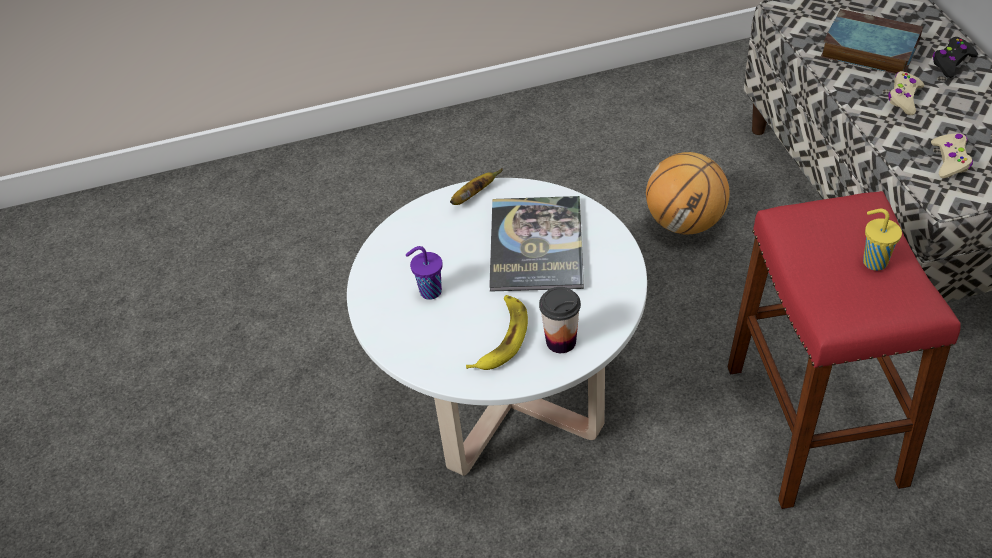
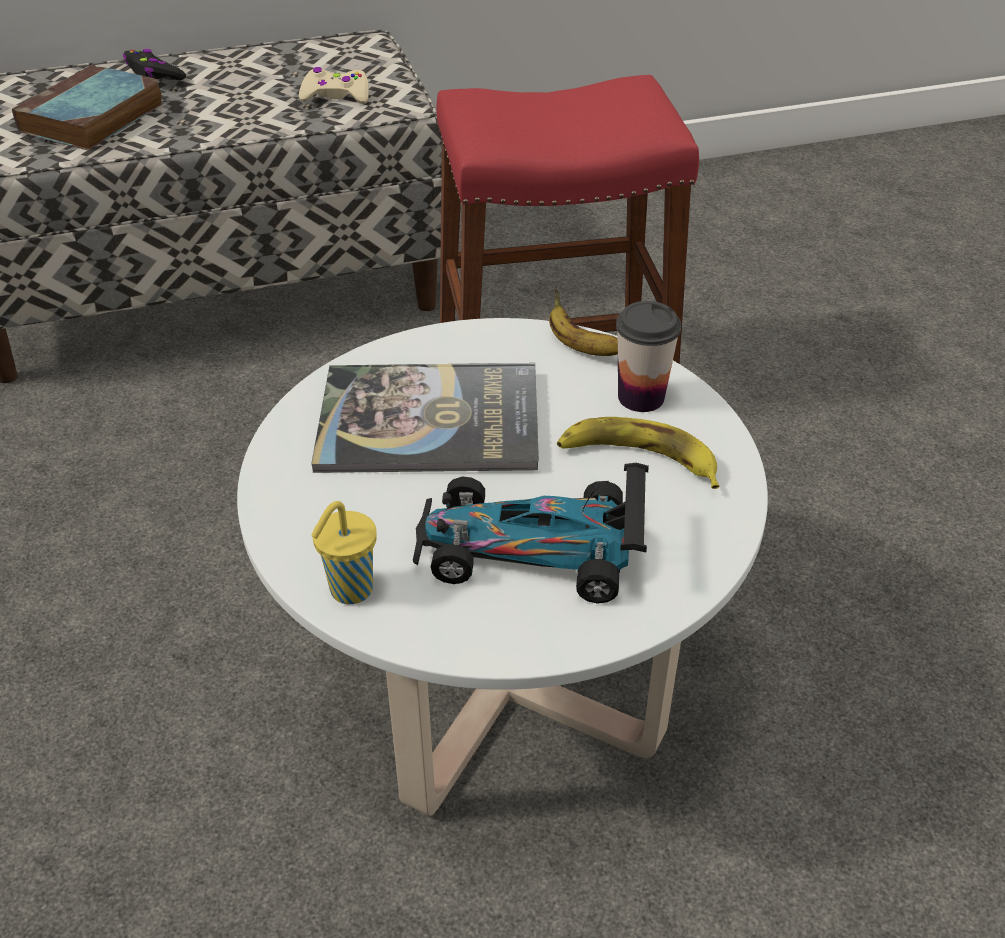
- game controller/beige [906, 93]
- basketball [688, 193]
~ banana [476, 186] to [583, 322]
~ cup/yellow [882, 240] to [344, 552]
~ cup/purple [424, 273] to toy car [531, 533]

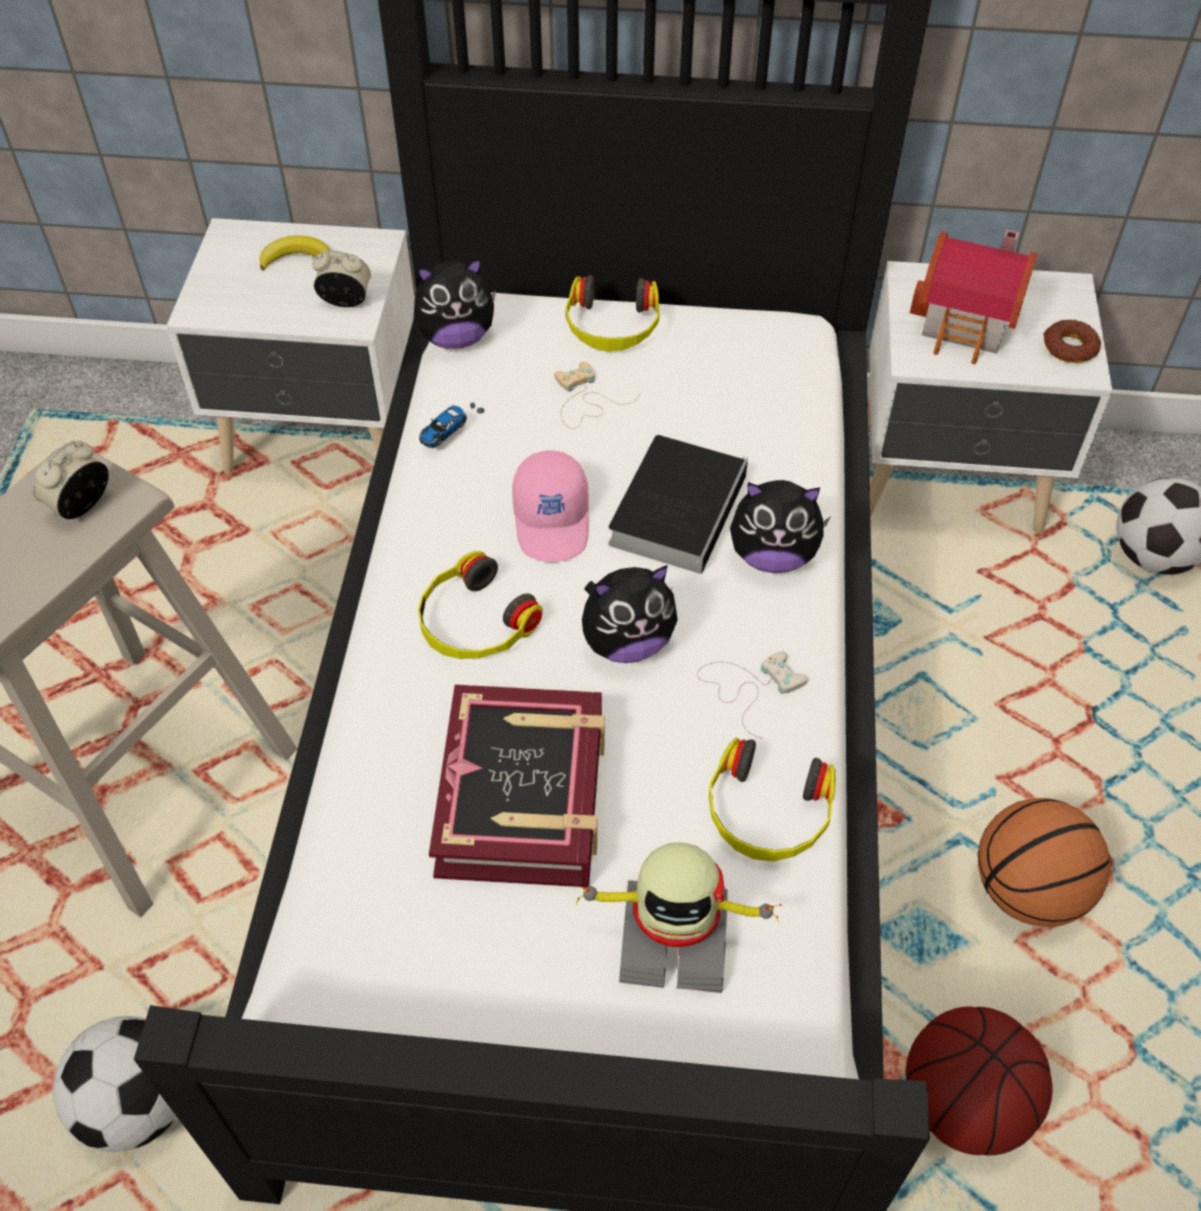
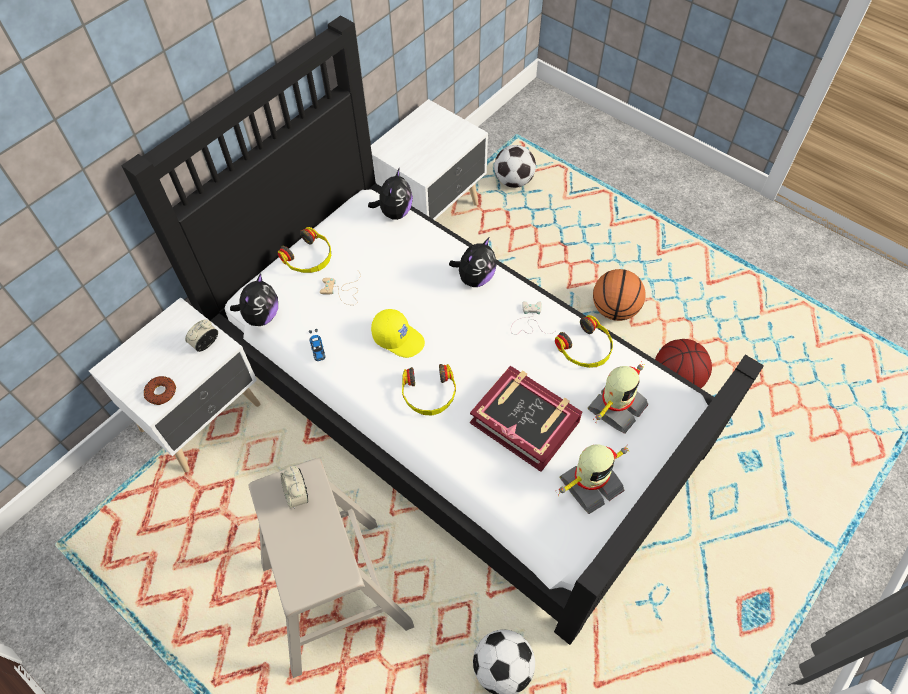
- toy house [973, 296]
- banana [295, 253]
~ donut [1072, 341] to [159, 390]
- book [678, 504]
~ cap/pink [550, 506] to cap/yellow [398, 333]
~ plush toy [630, 614] to [390, 194]
+ toy robot [592, 479]

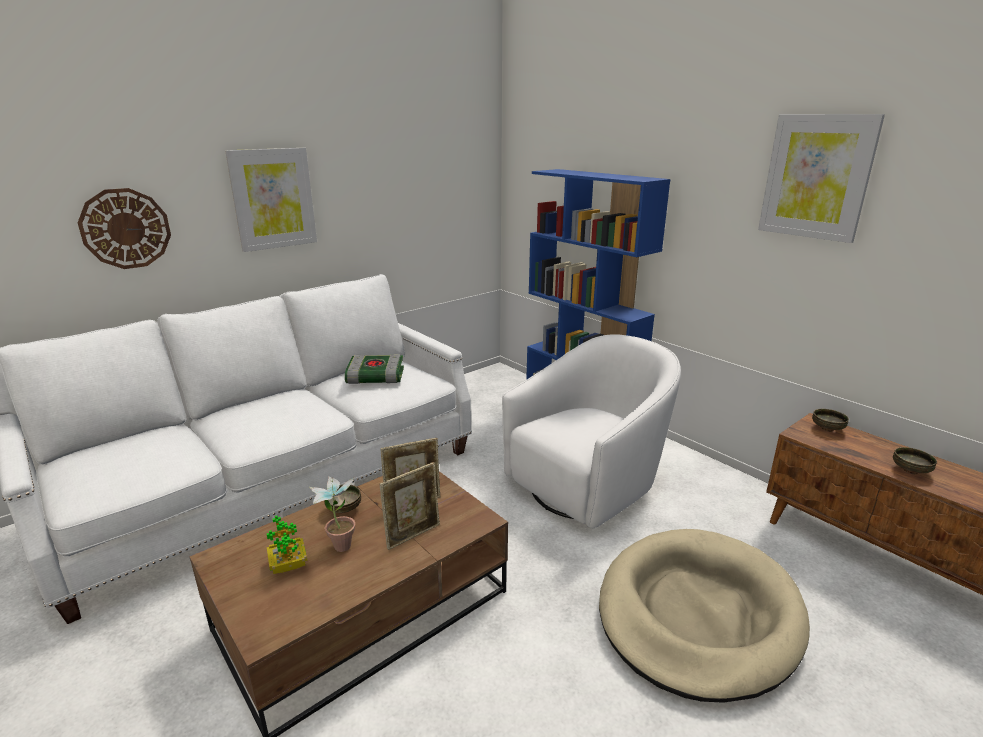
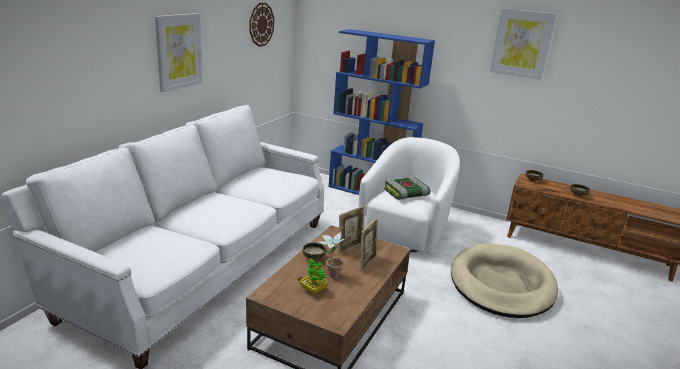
~ wall clock [124, 228] to [262, 24]
~ book [374, 369] to [407, 188]

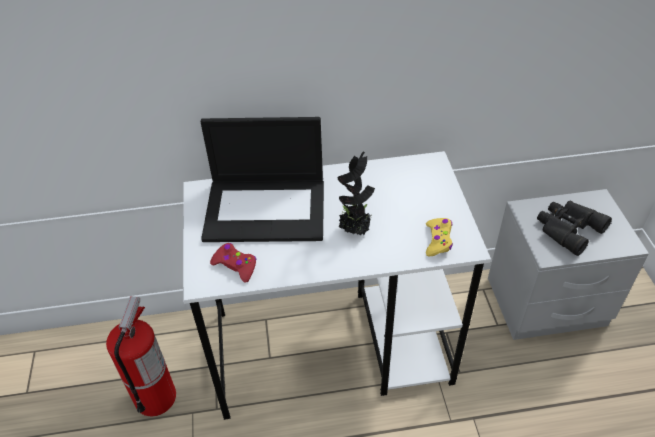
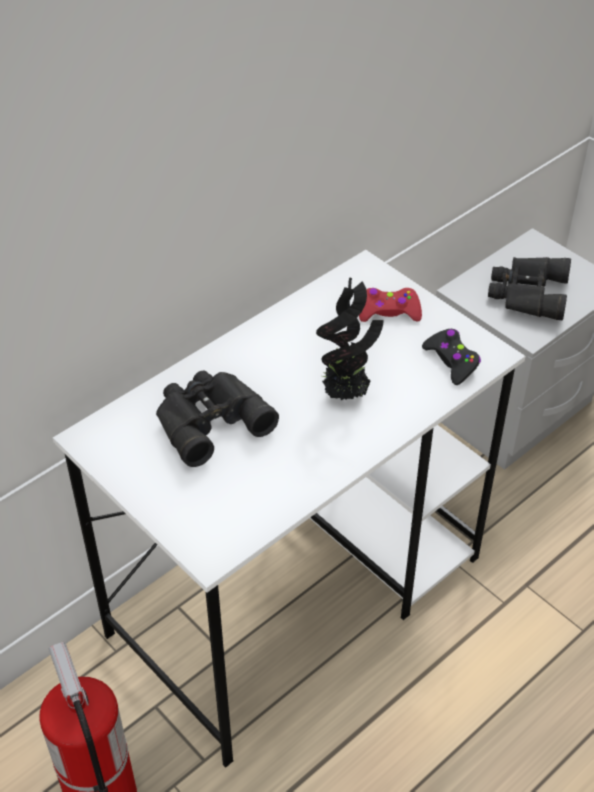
~ laptop [262, 179] to binoculars/black [217, 419]
~ game controller/yellow [439, 237] to game controller/black [451, 357]
~ game controller/red [233, 263] to [390, 305]

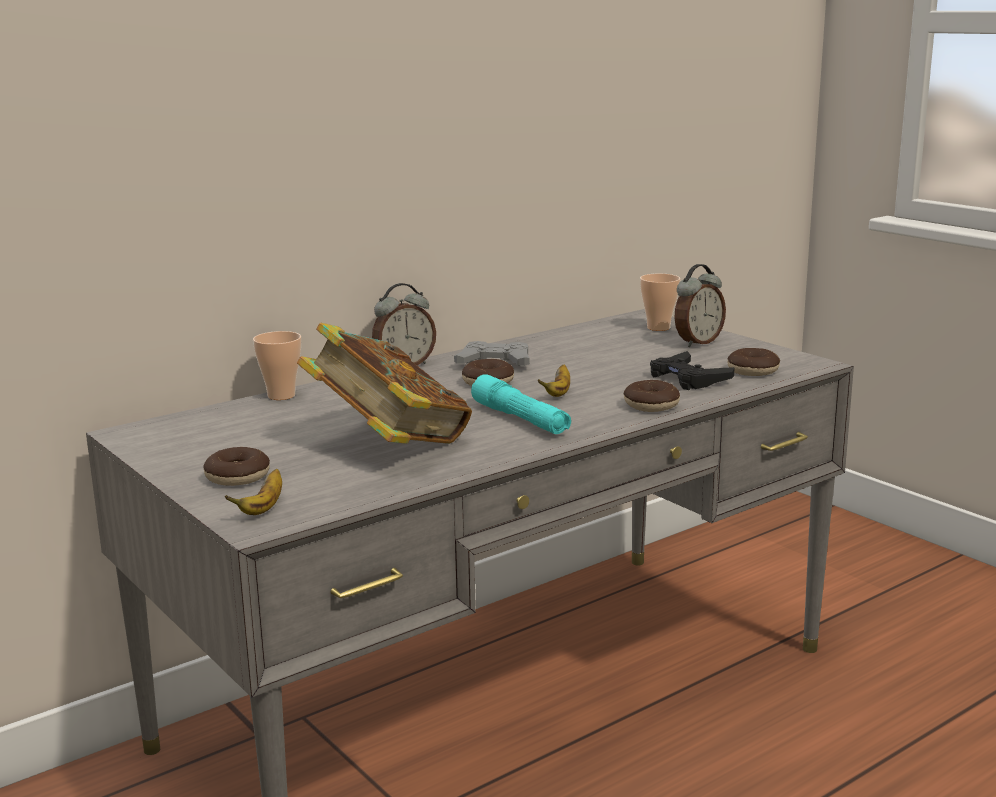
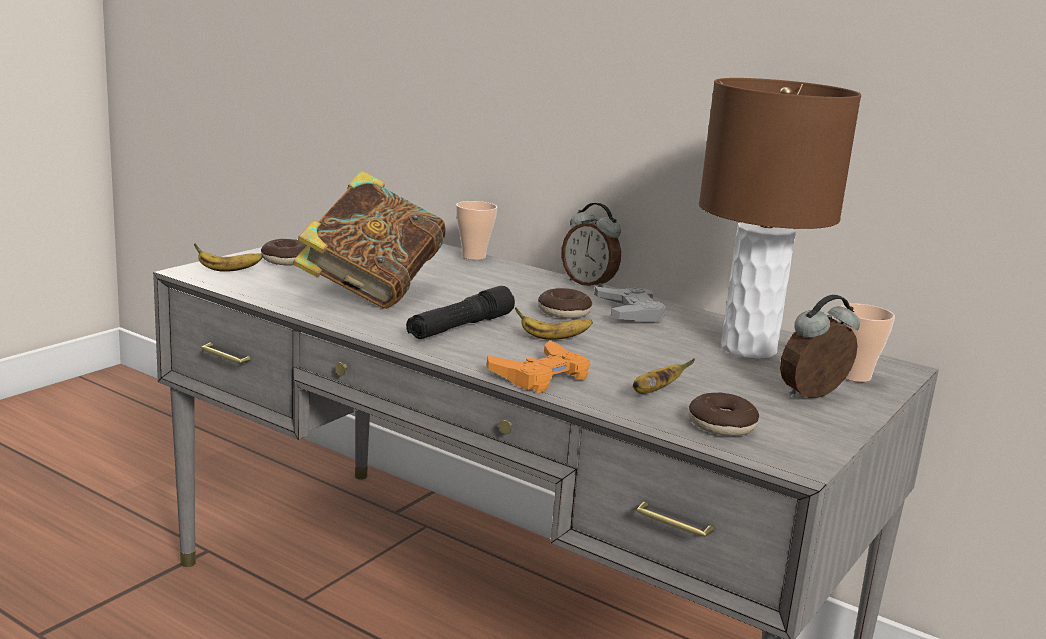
~ alarm clock [700, 305] = [820, 346] 120 degrees clockwise
~ game controller/black [692, 370] to banana [664, 376]
~ flashlight/turquoise [521, 404] to flashlight/black [460, 312]
~ donut [652, 396] to game controller/orange [538, 366]
+ table lamp/brown [780, 218]

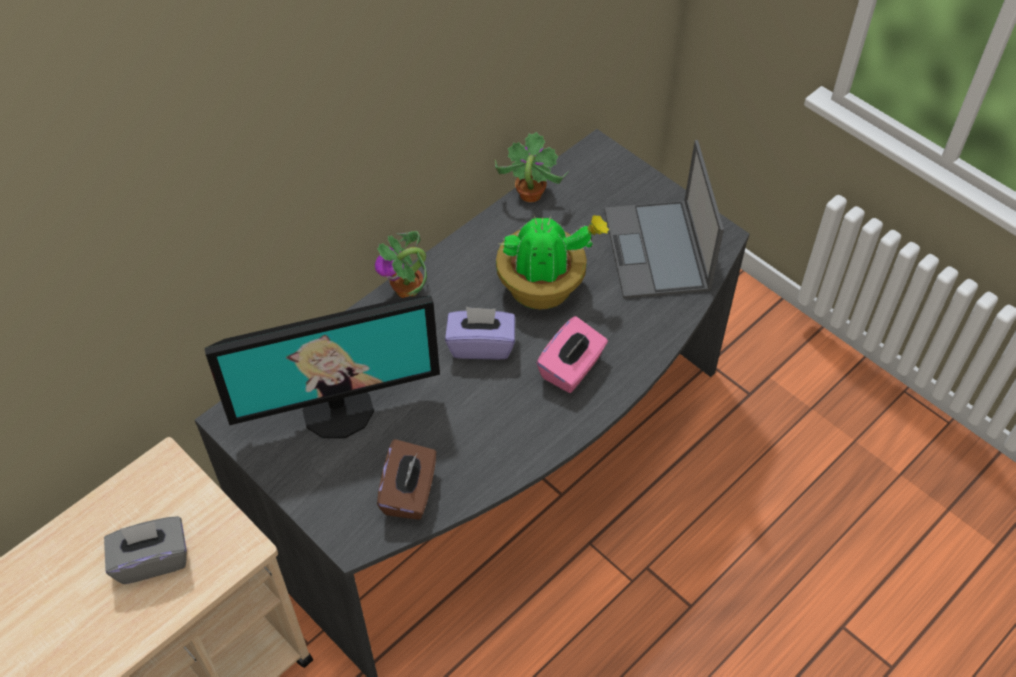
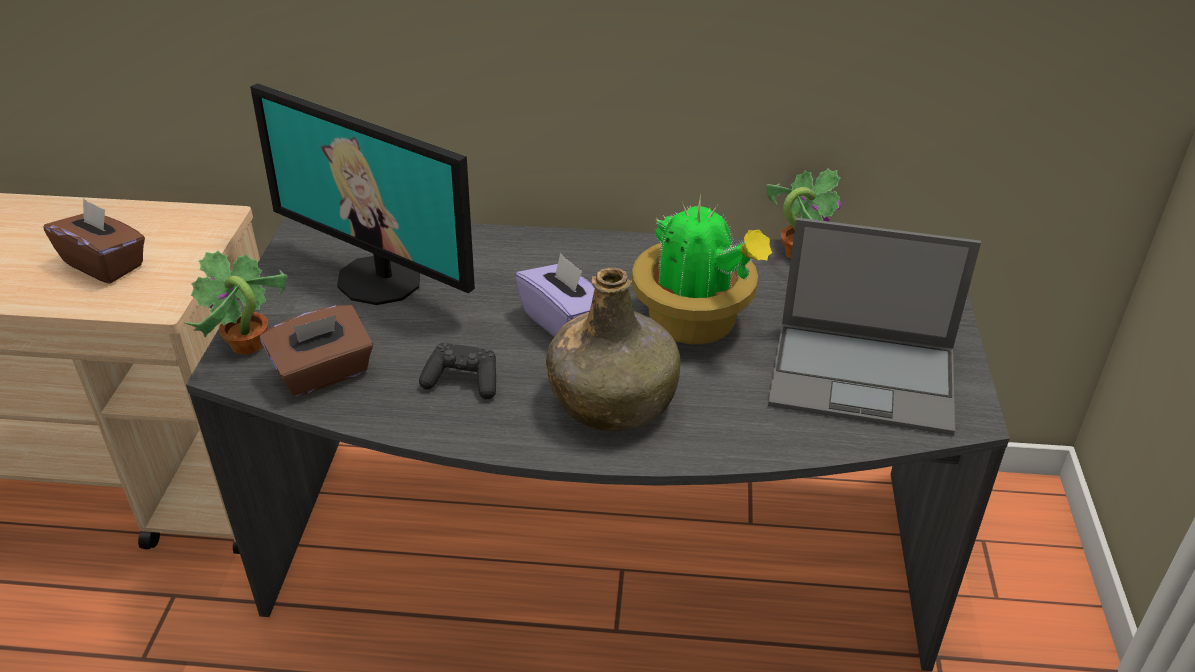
~ laptop [664, 219] = [874, 326] 120 degrees counterclockwise
~ potted plant [401, 264] to [236, 303]
~ tissue box/pink [572, 354] to bottle/green [613, 349]
~ tissue box/grey [145, 550] to tissue box/brown [94, 241]
+ game controller/black [457, 371]

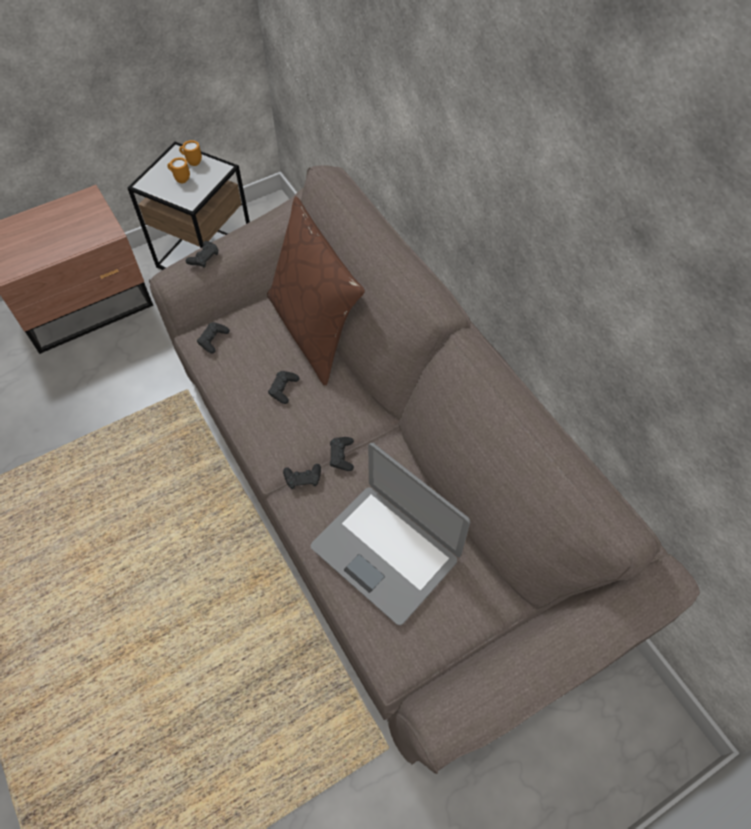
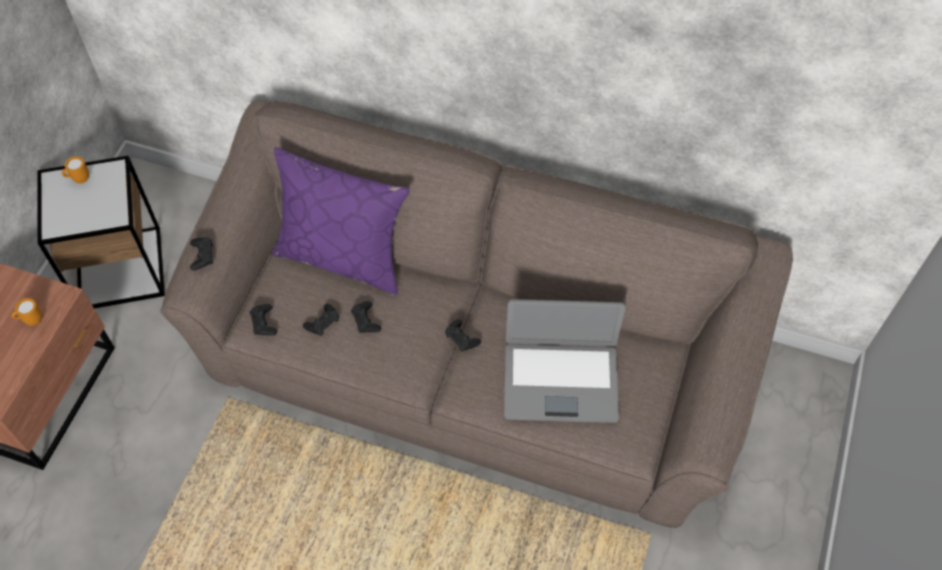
~ mug/orange [178, 170] to [27, 312]
~ pillow/brown [316, 291] to pillow/purple [341, 221]
~ game controller/black [302, 476] to [321, 320]

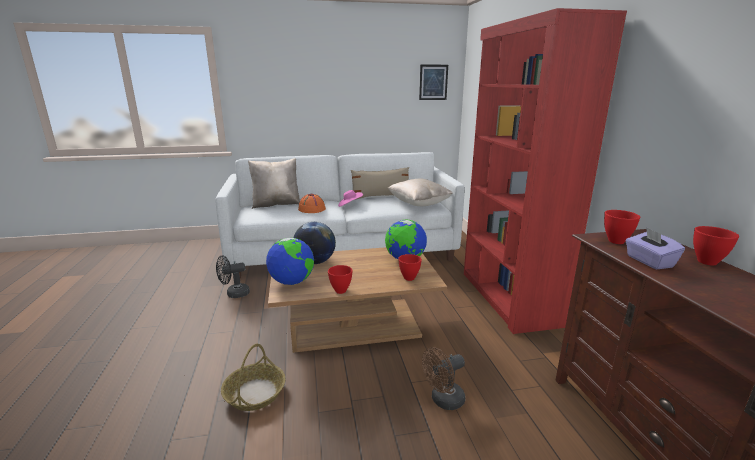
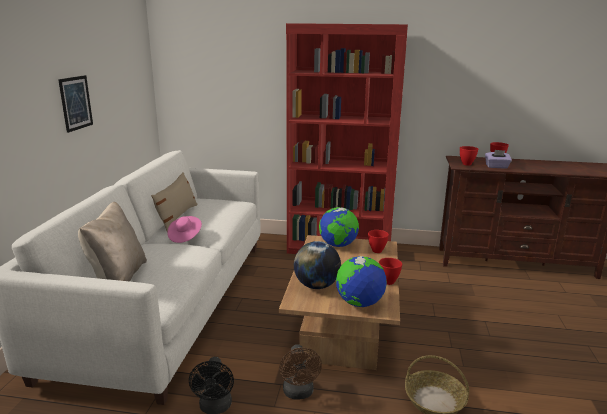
~ picture [433, 82] to [75, 104]
- pillow/beige [420, 192]
- hat/orange [312, 203]
~ fan/brown [443, 378] to [300, 371]

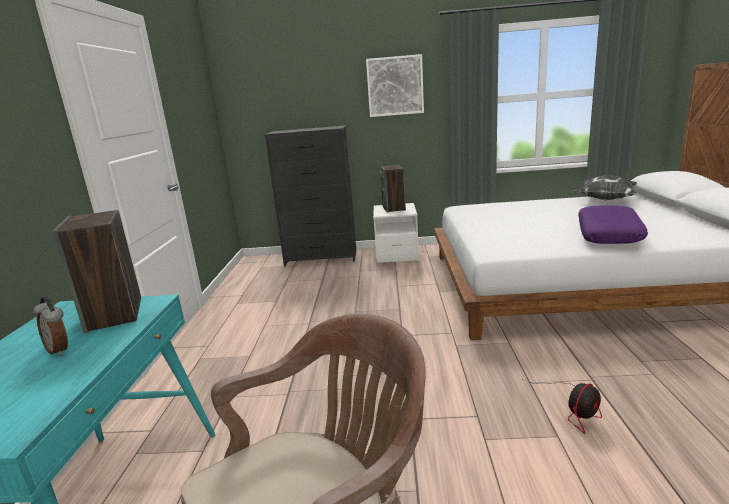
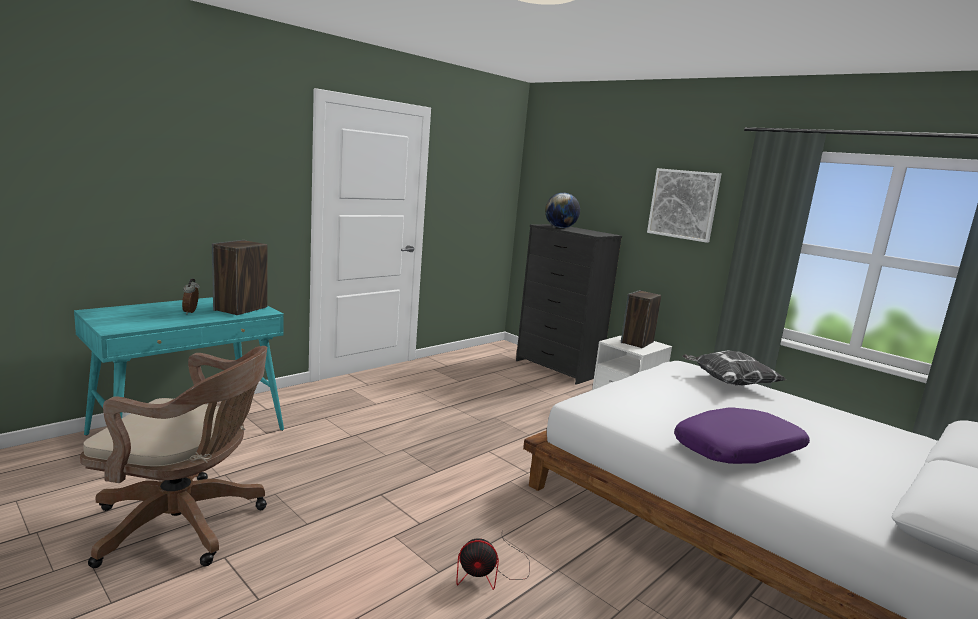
~ pillow [604, 187] to [734, 368]
+ globe [562, 210]

